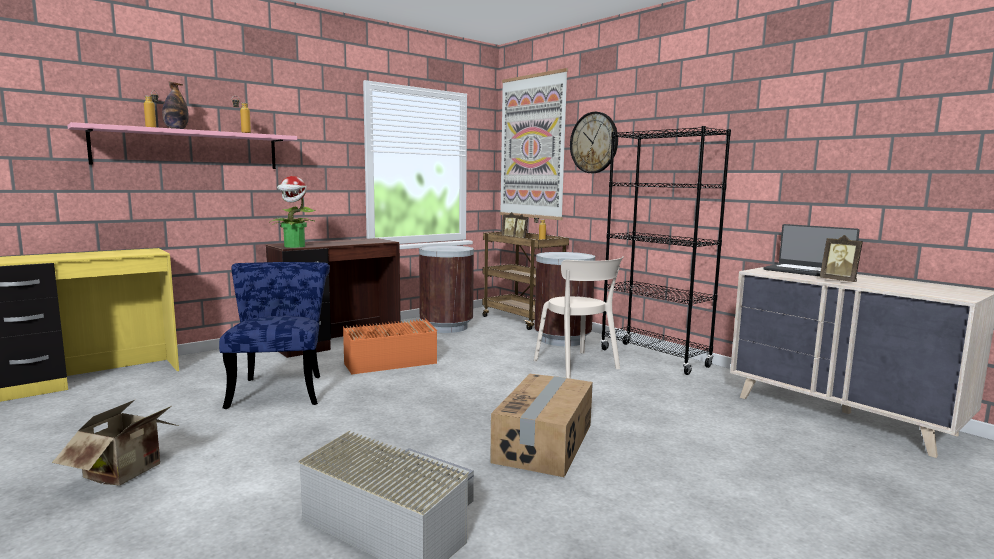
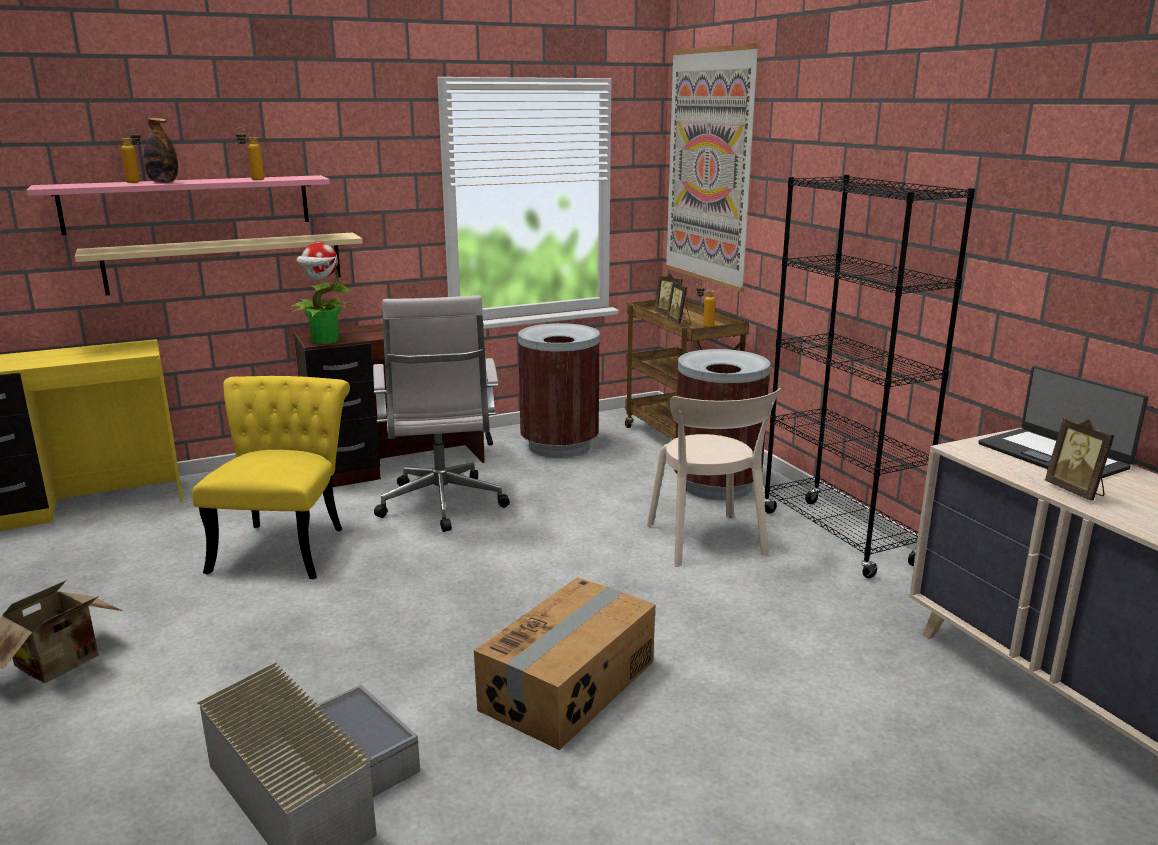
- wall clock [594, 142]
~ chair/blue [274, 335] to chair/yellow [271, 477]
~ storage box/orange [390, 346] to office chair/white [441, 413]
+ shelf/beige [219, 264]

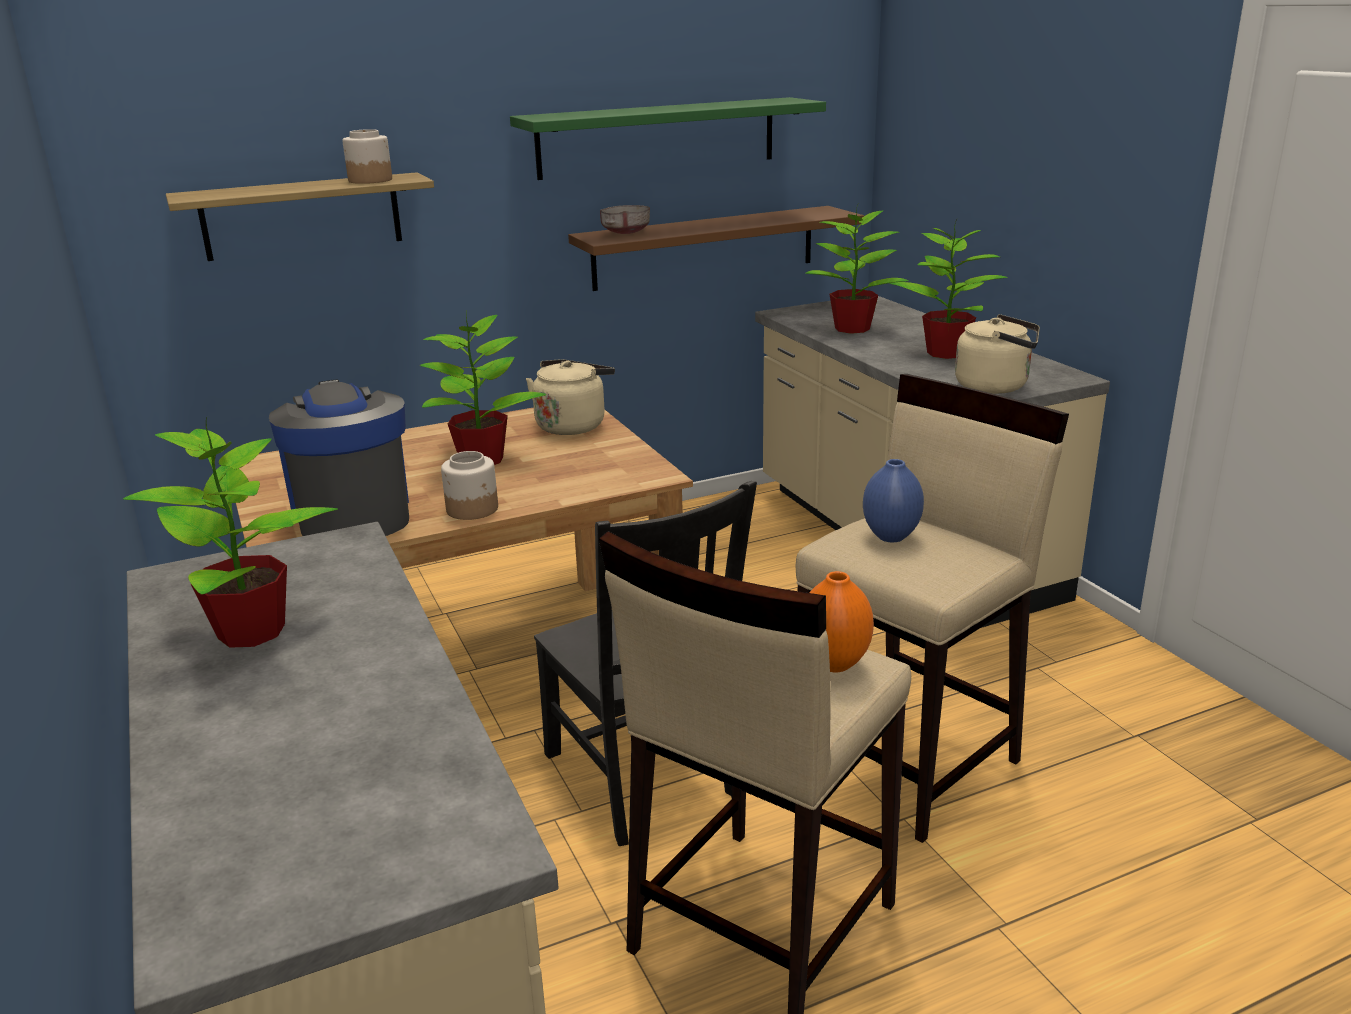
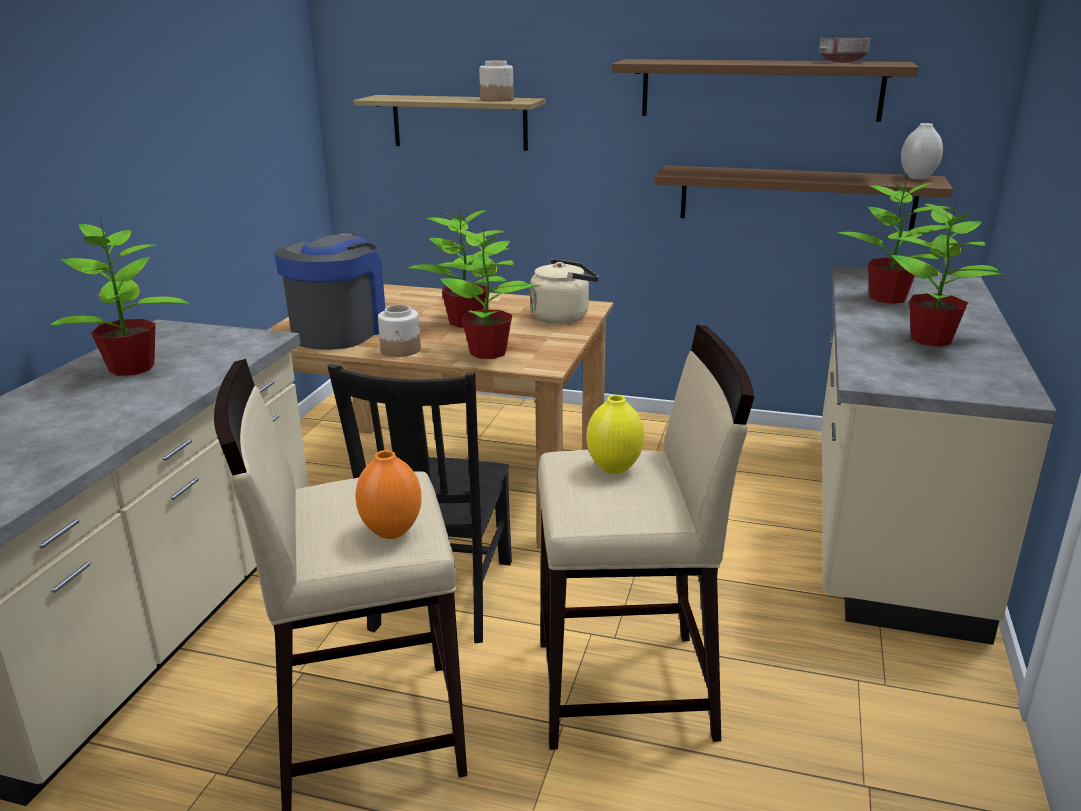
~ shelf/green [668, 138] to shelf/brown [765, 90]
~ bowl/grey [625, 219] to [845, 50]
- kettle/beige [997, 354]
~ vase/blue [893, 500] to vase/yellow [615, 434]
+ vase/white [922, 151]
+ potted plant [488, 290]

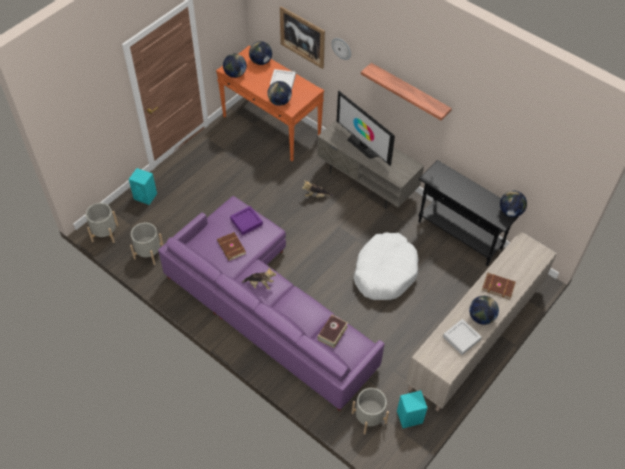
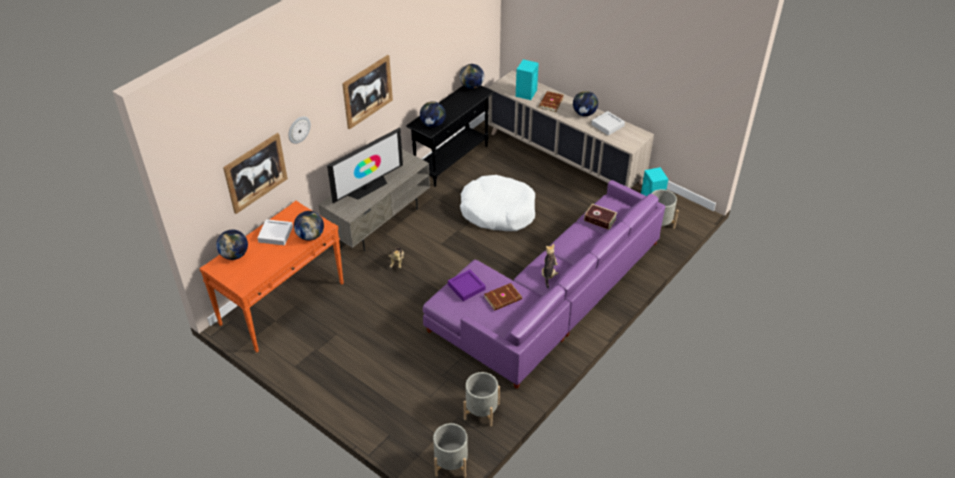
~ globe [235, 66] to [433, 114]
~ shelf [406, 91] to picture [367, 92]
~ speaker/turquoise [143, 186] to [527, 79]

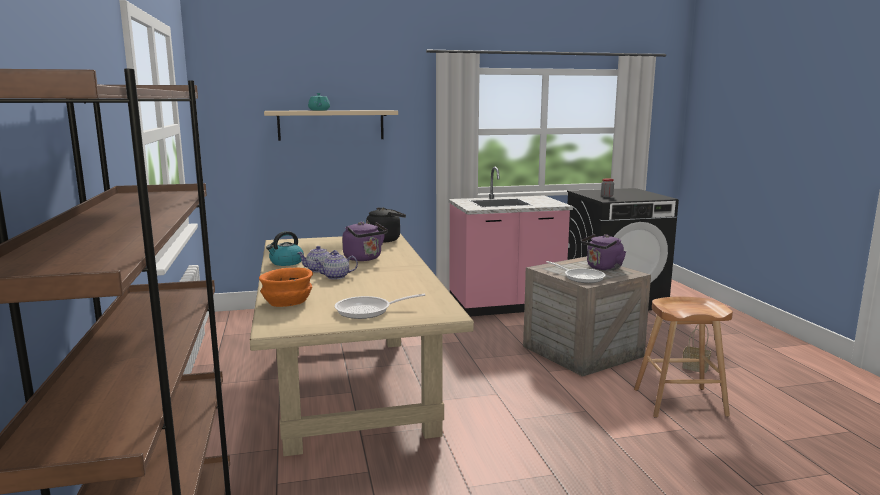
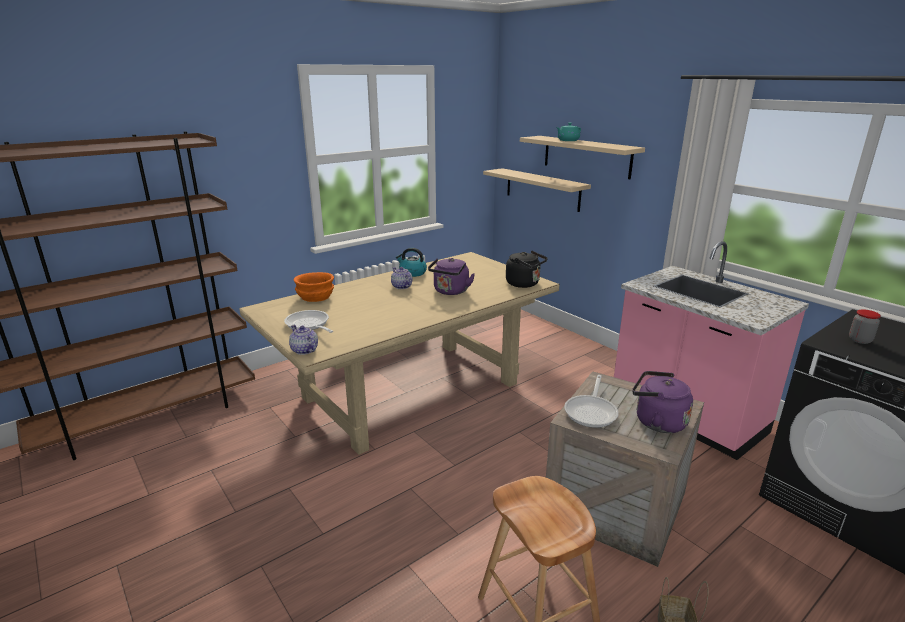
~ teapot [335, 266] to [303, 340]
+ shelf/beige [537, 190]

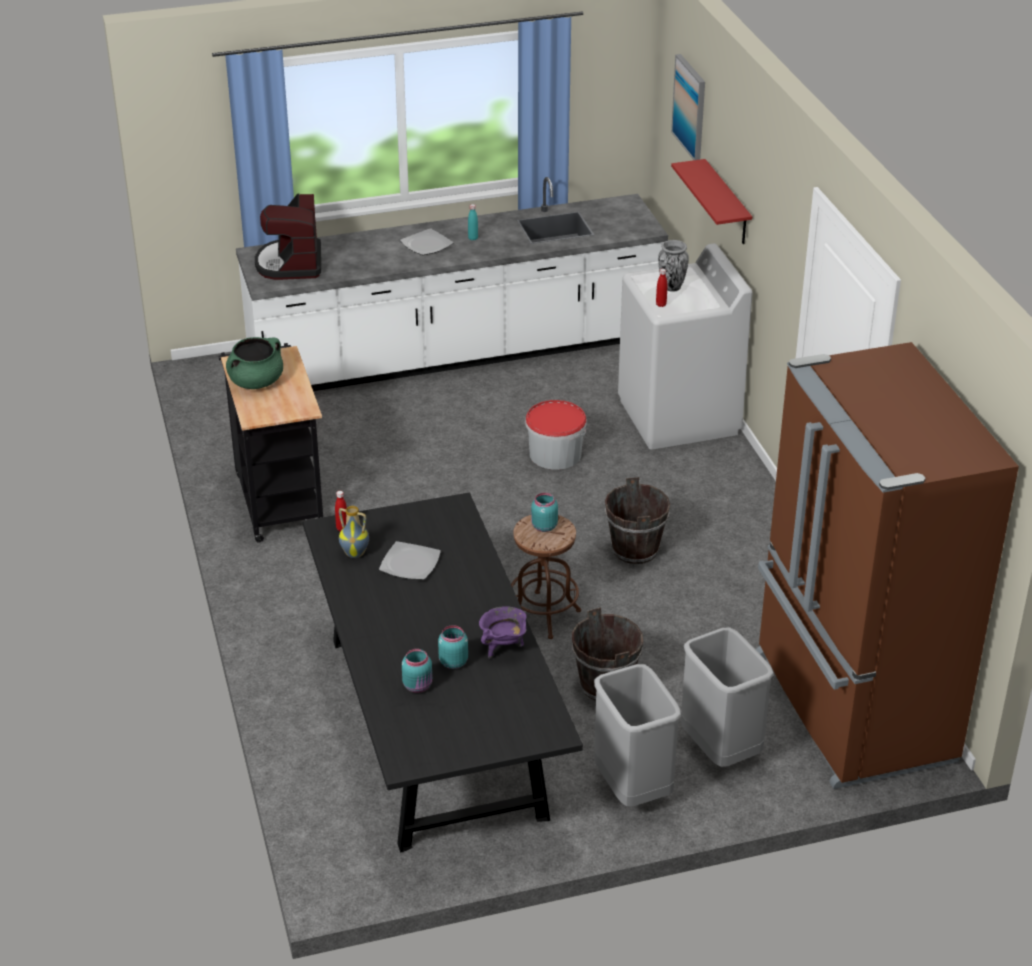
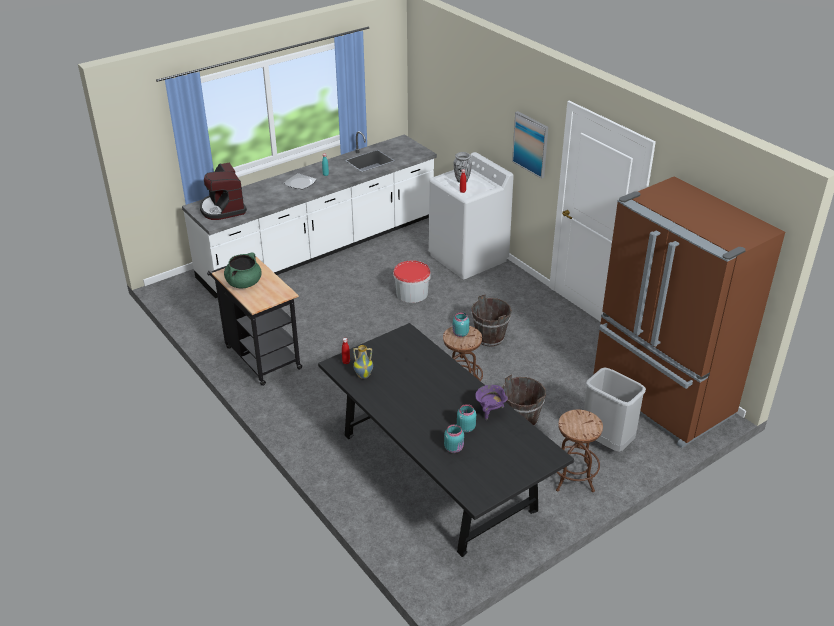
~ picture [688, 107] to [530, 145]
- shelf/red [711, 201]
- plate [410, 560]
~ trash can/grey [637, 735] to stool/brown [579, 451]

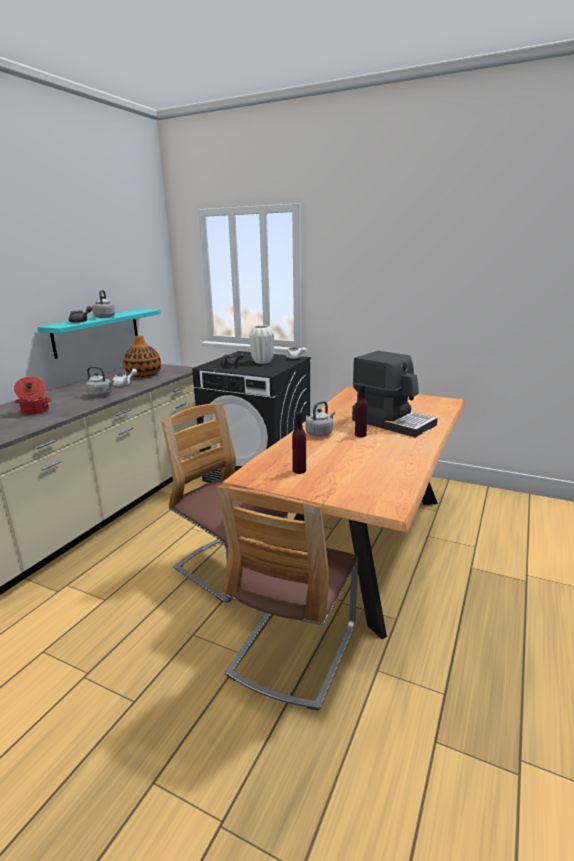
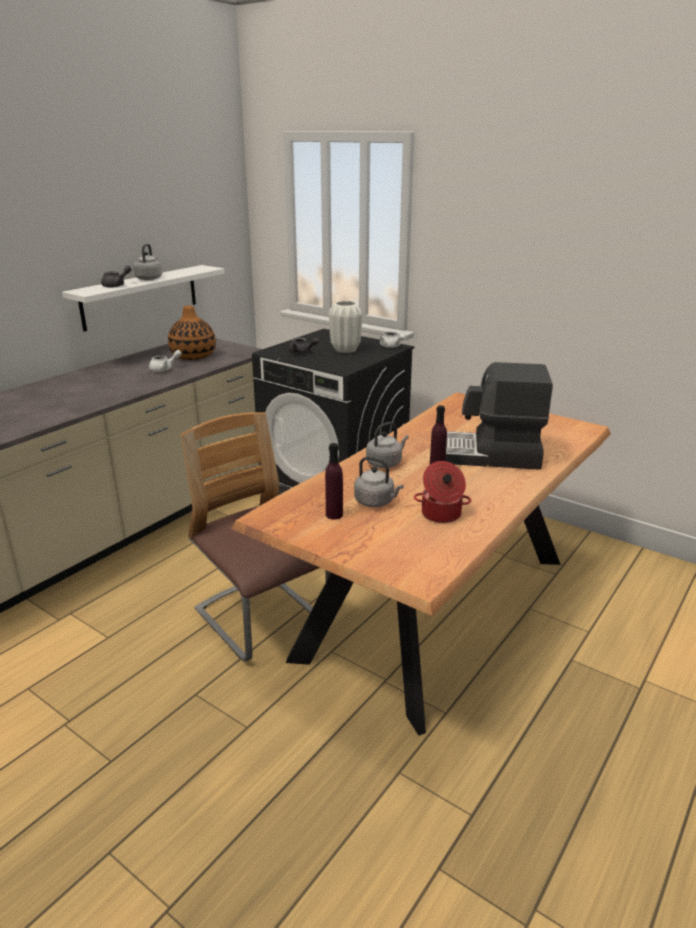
~ shelf/turquoise [98, 334] to shelf/white [143, 298]
~ coffee machine [395, 394] = [499, 416] 135 degrees clockwise
~ kettle/grey [99, 381] to [378, 481]
~ cooking pot [33, 396] to [442, 492]
- chair [288, 597]

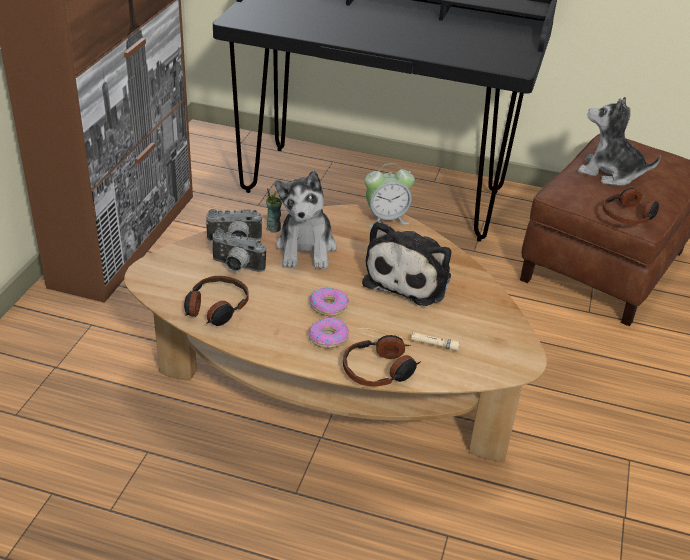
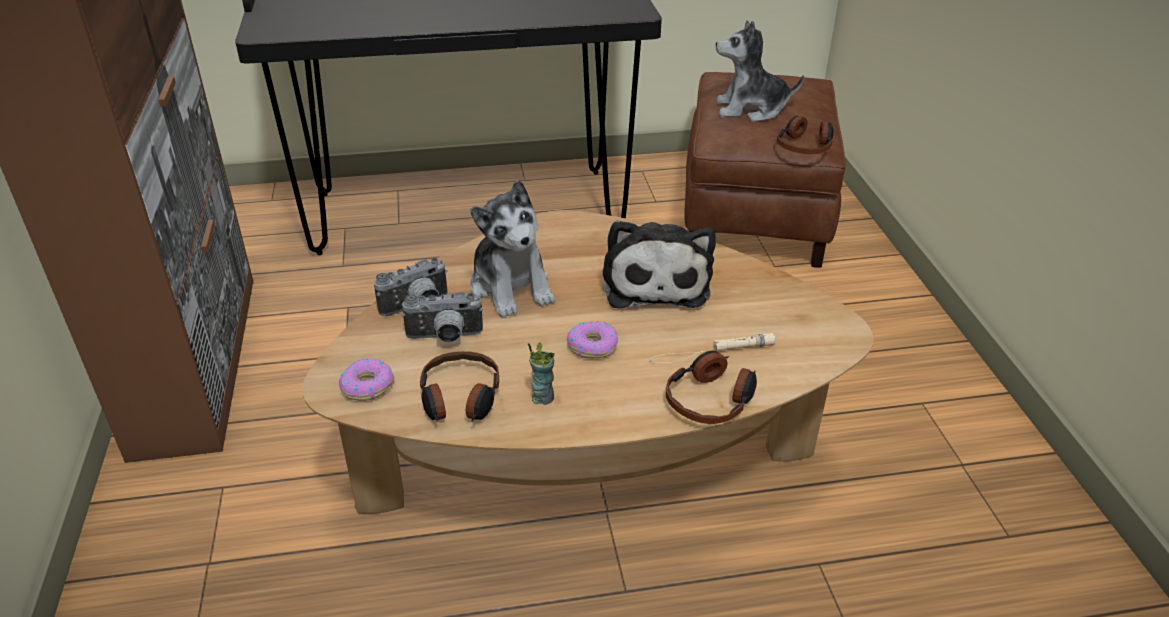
- alarm clock [390, 195]
~ cup [274, 210] to [541, 374]
~ donut [328, 333] to [366, 379]

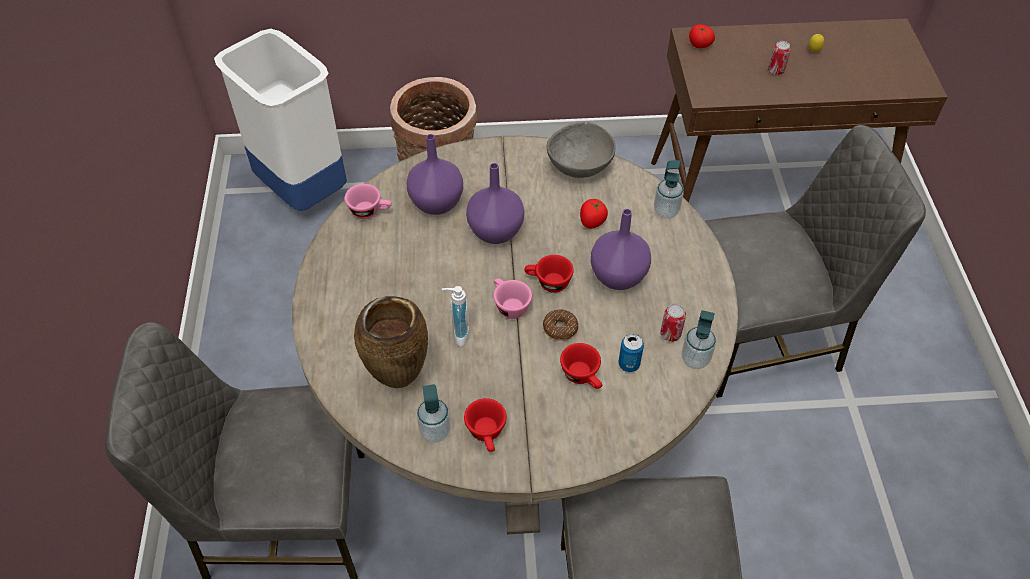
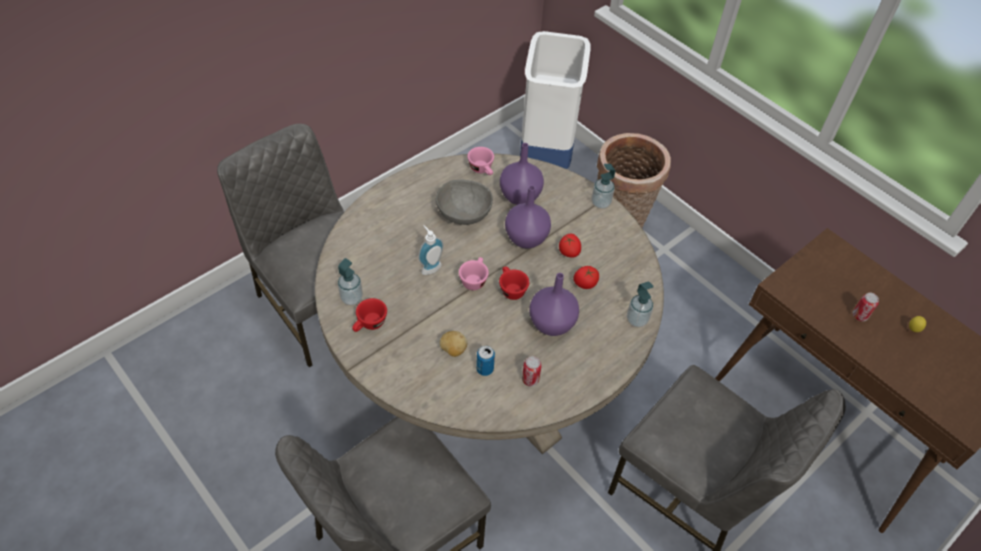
~ tomato [702, 36] to [570, 246]
~ bowl/grey [581, 150] to [464, 202]
- vase/brown [391, 342]
- donut [560, 325]
~ soap dispenser [699, 339] to [603, 186]
~ cup/red [581, 366] to potato [453, 344]

